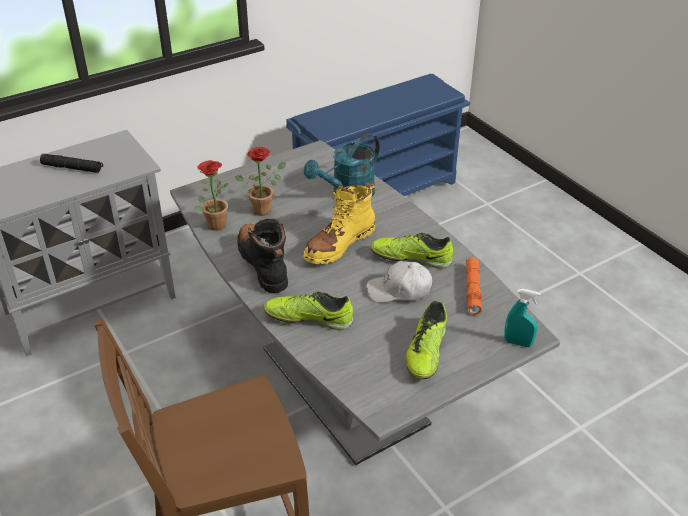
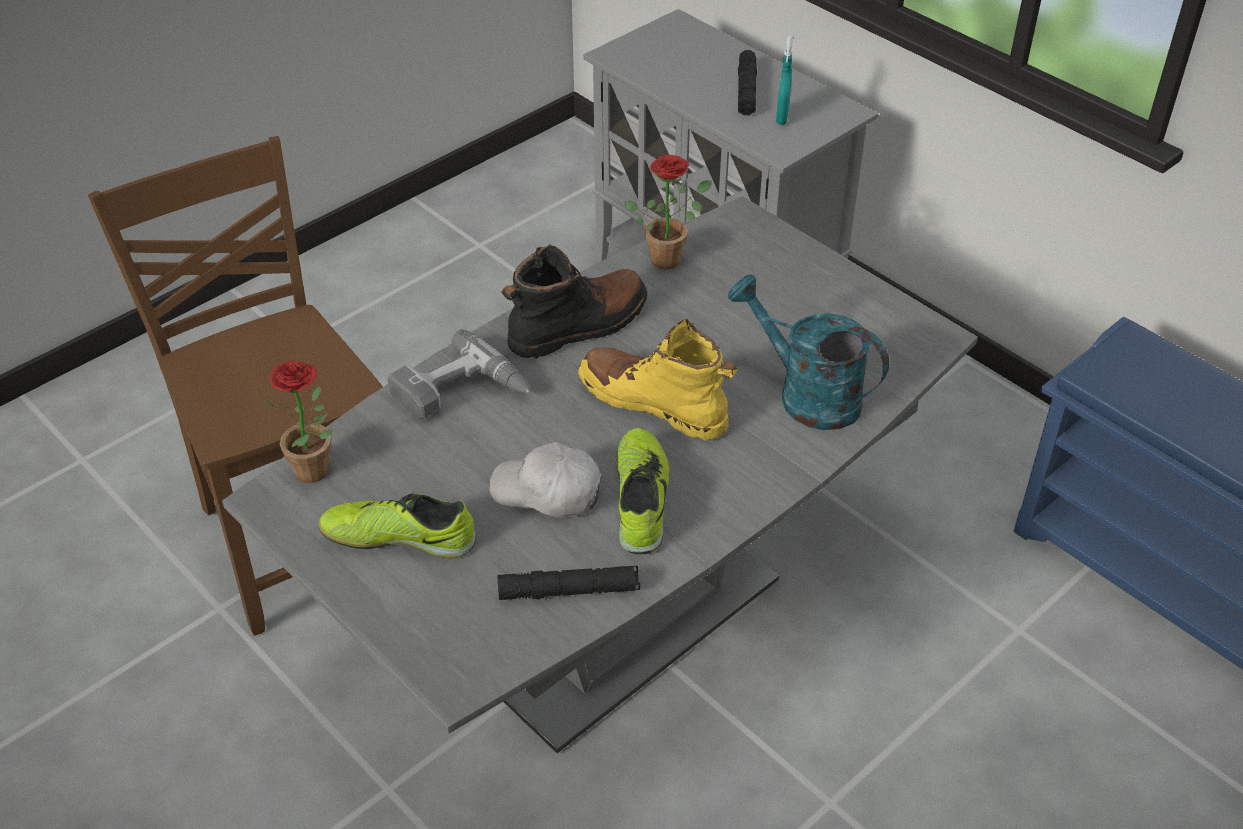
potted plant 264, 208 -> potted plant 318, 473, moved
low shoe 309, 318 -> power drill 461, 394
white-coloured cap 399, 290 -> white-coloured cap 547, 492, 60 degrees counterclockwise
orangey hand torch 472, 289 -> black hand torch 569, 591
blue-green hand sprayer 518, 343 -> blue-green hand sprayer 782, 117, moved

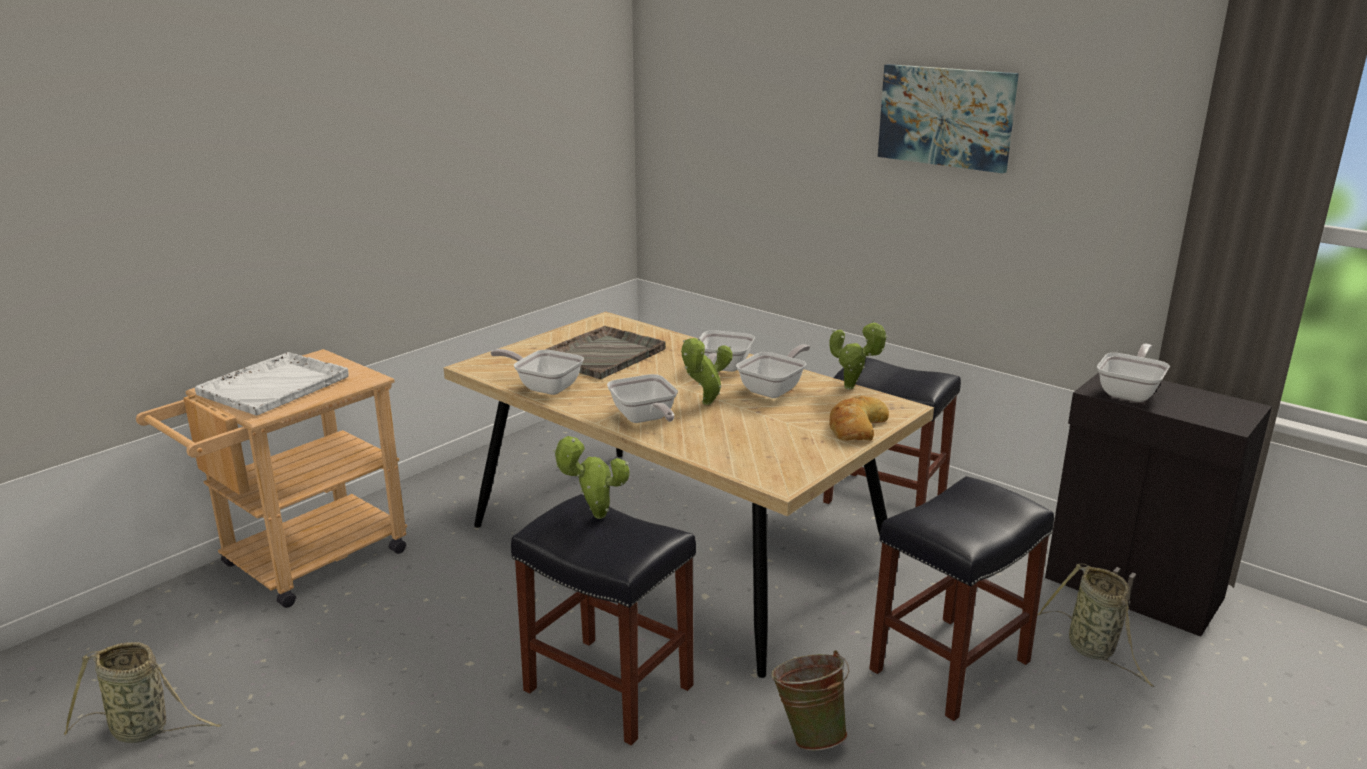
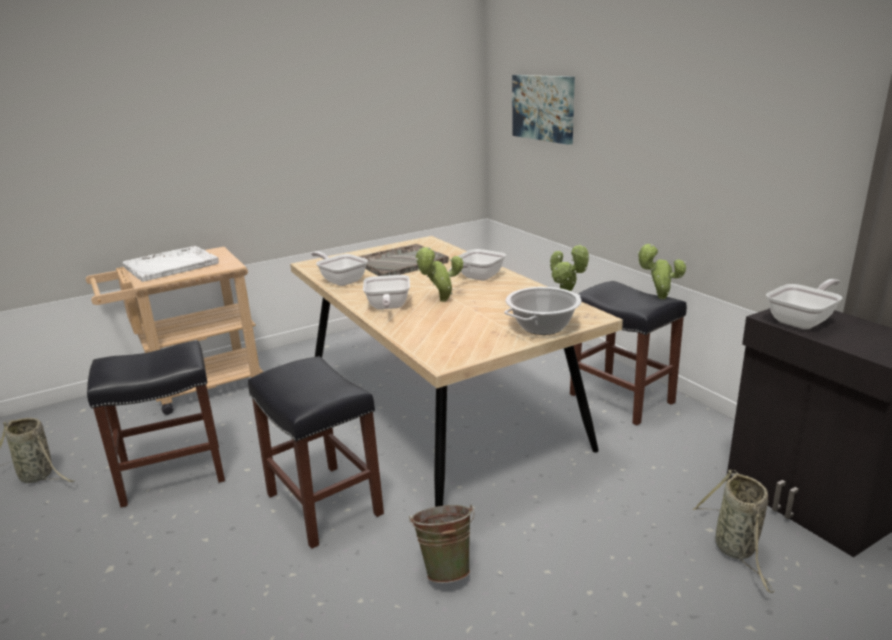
black sitting stool 949, 667 -> black sitting stool 171, 475, moved
baked bread 855, 426 -> saucepot 542, 327
wall art 946, 116 -> wall art 543, 108, moved
potted plant 595, 516 -> potted plant 659, 298, moved
skillet 775, 389 -> none

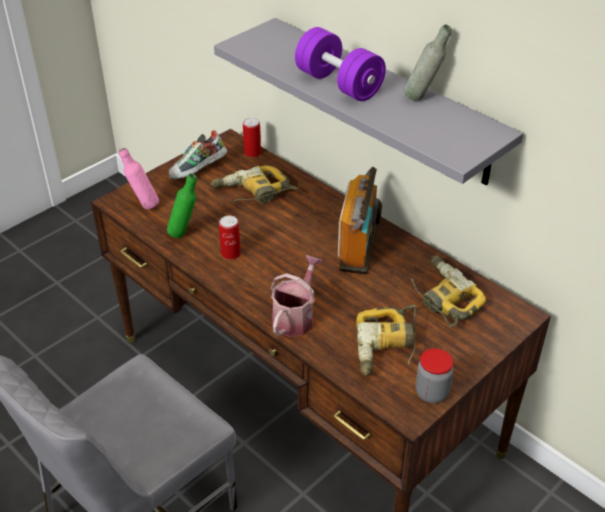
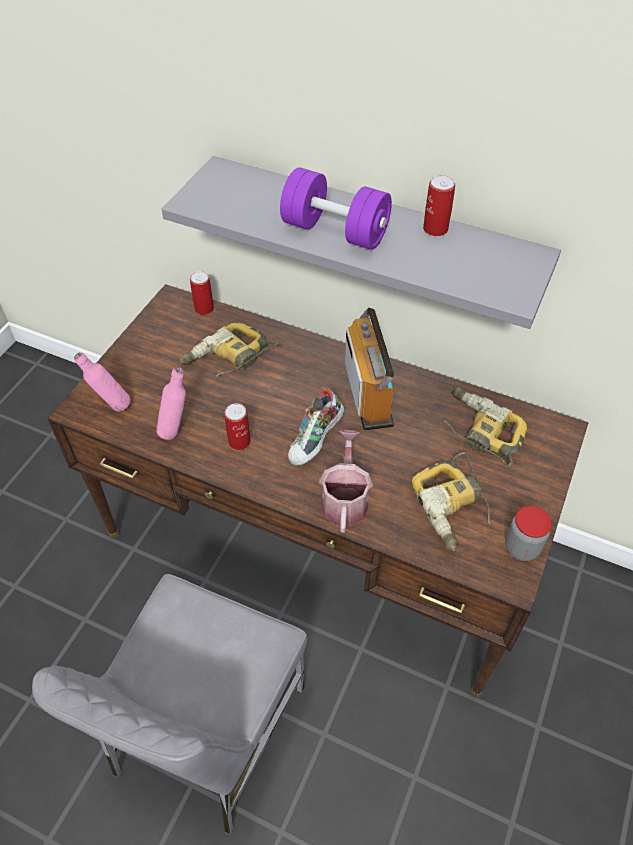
greenish drink bottle 184, 233 -> pink-coloured drink bottle 176, 430
low shoe 198, 171 -> low shoe 316, 441, moved
grey drink bottle 423, 98 -> metal can 435, 229

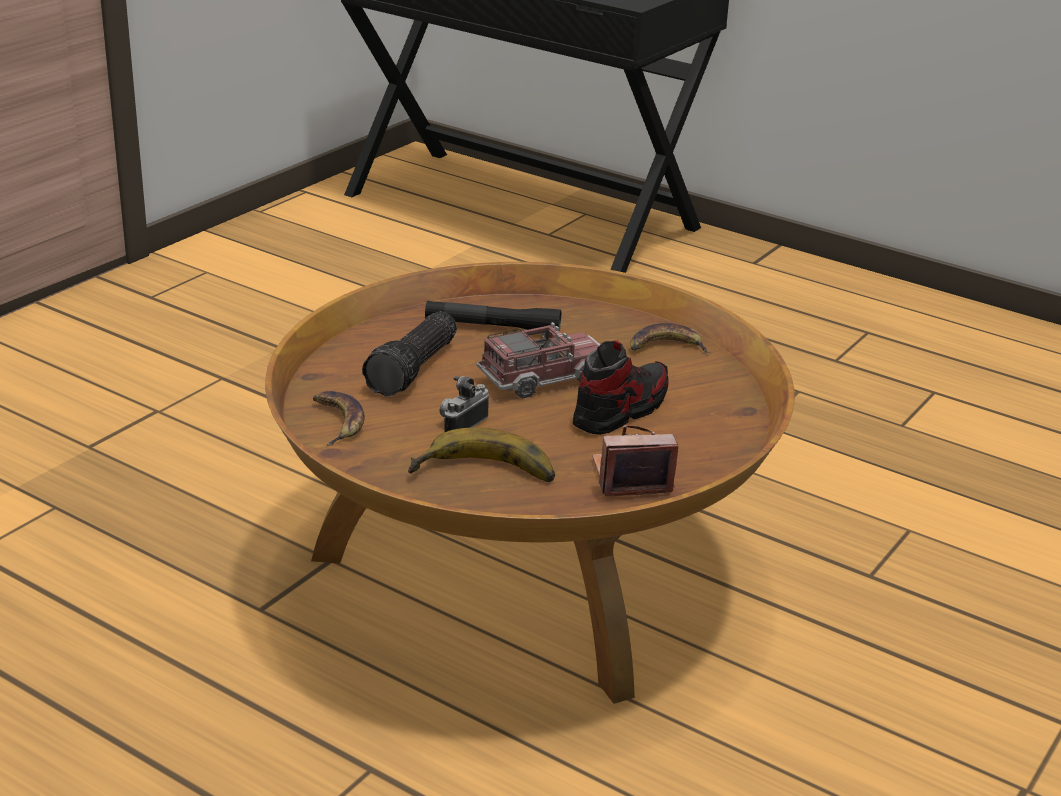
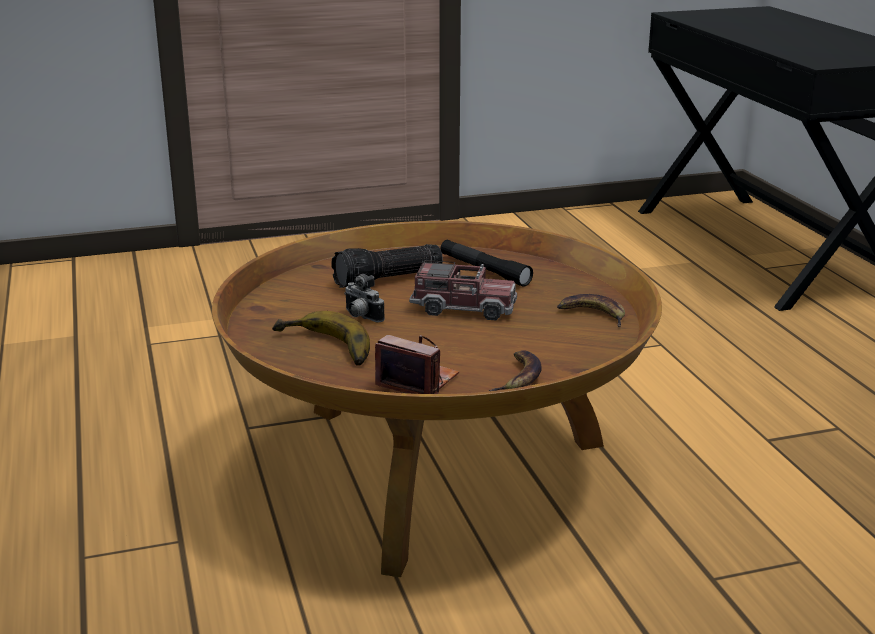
still camera 461, 425 -> still camera 361, 317, 120 degrees counterclockwise
banana fruit 337, 421 -> banana fruit 518, 377, moved
low shoe 620, 410 -> none

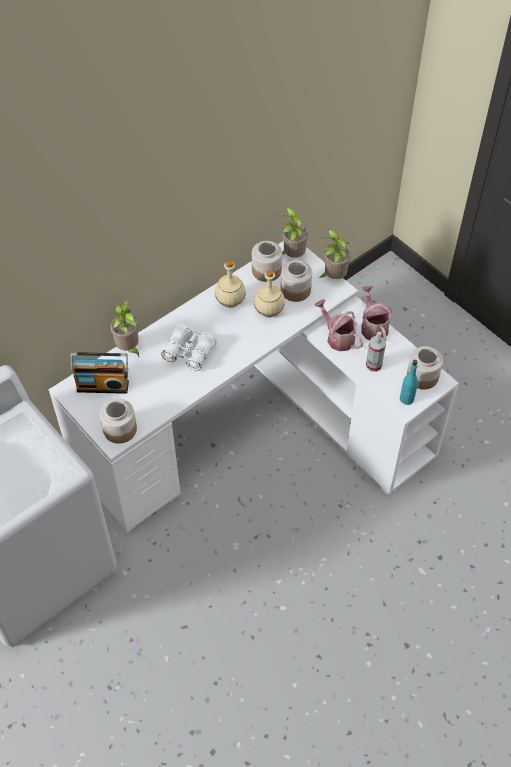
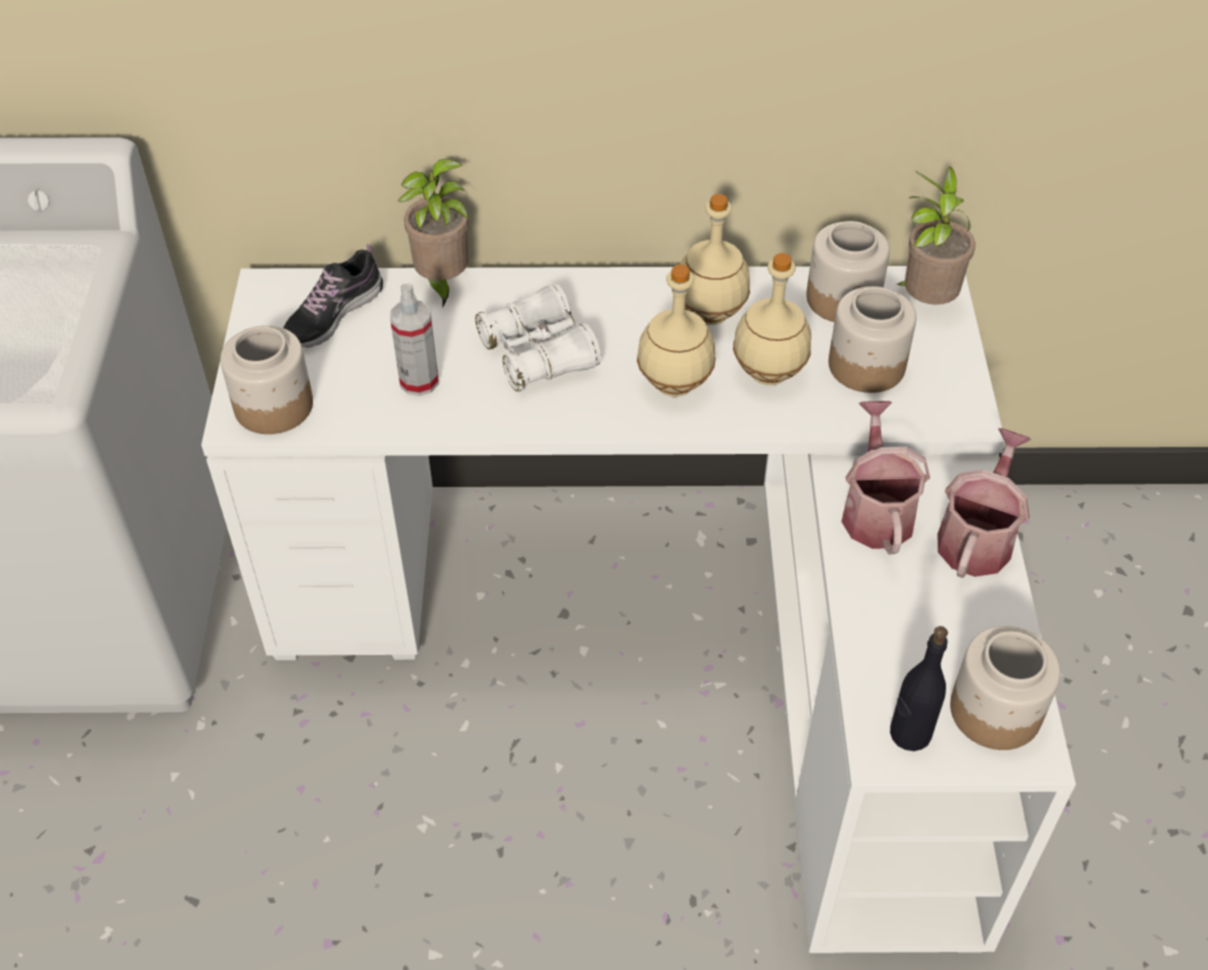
radio receiver 103, 384 -> low shoe 333, 315
hand sprayer 373, 365 -> hand sprayer 419, 381, moved
none -> beige-coloured drink bottle 674, 384
blue-green drink bottle 406, 399 -> black drink bottle 909, 733
potted plant 333, 277 -> none

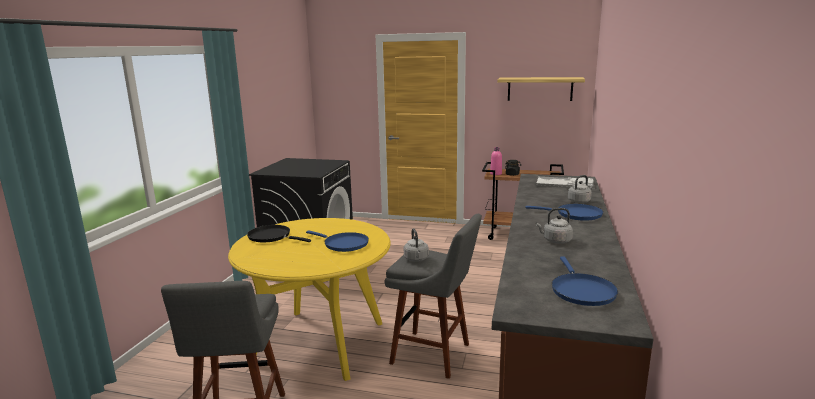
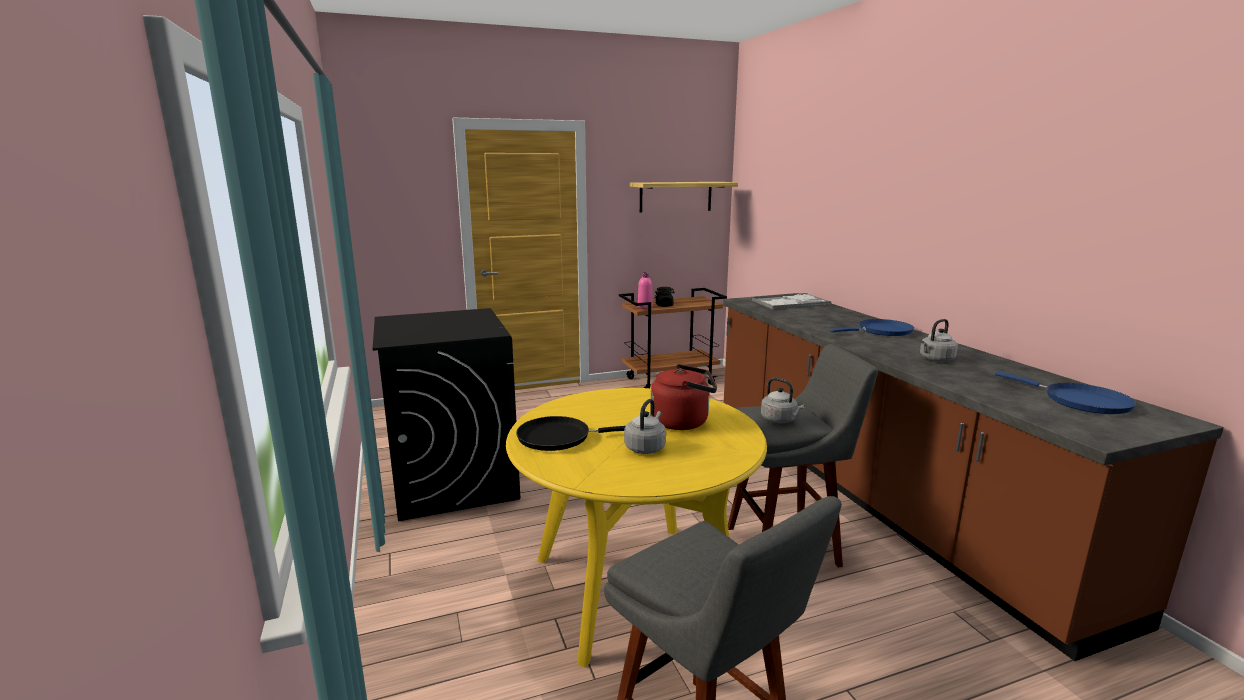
grey tea kettle 580, 201 -> grey tea kettle 646, 447, moved
bluish skillet 343, 244 -> reddish tea kettle 683, 422

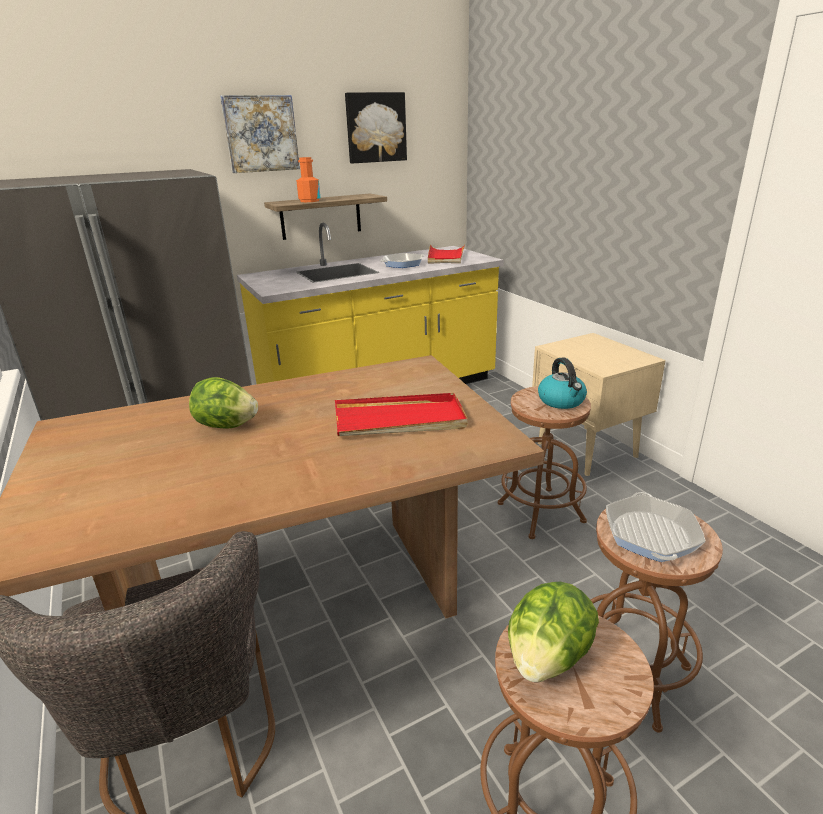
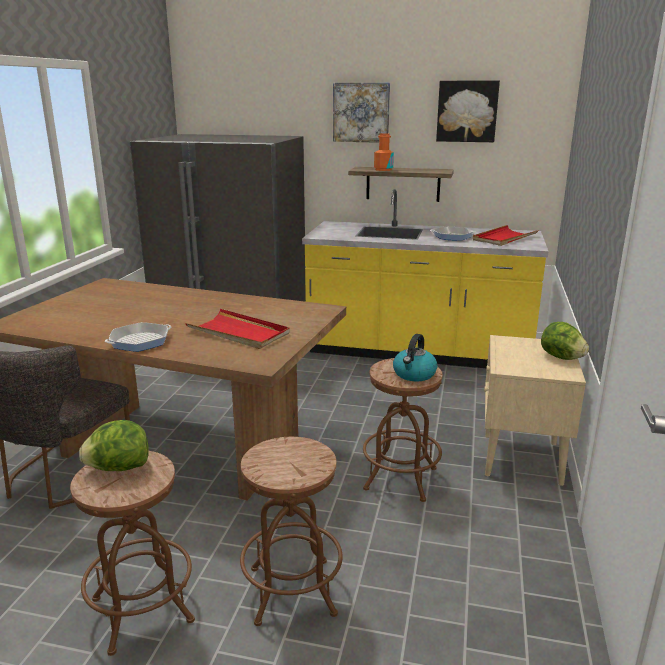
skillet 651, 534 -> skillet 140, 341, moved
head of lettuce 226, 426 -> head of lettuce 561, 357, moved

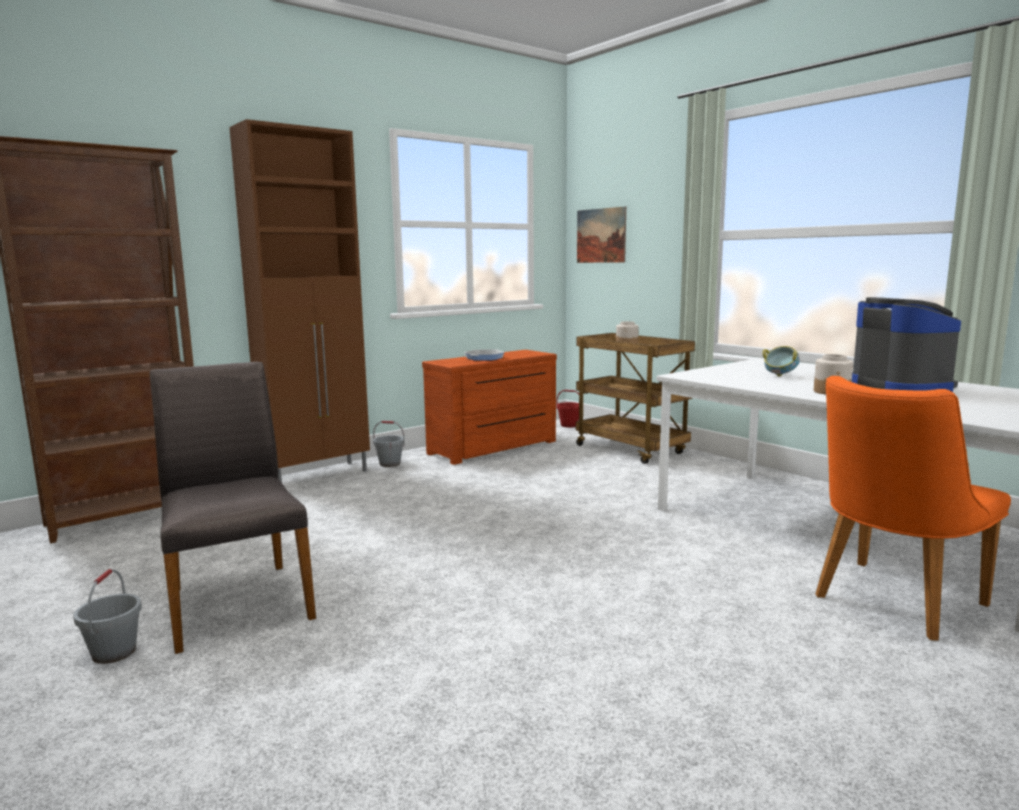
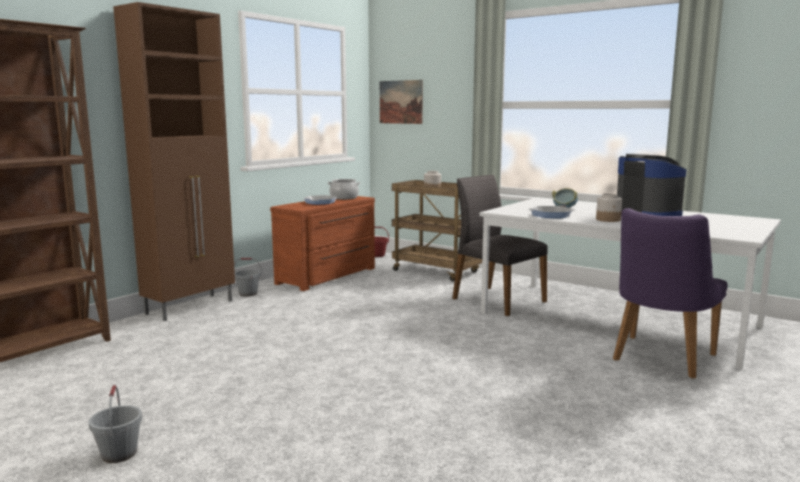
none -> saucepot 344, 198
grey chair 237, 602 -> grey chair 497, 300, moved
none -> skillet 551, 215
orangey chair 889, 603 -> purple chair 659, 359

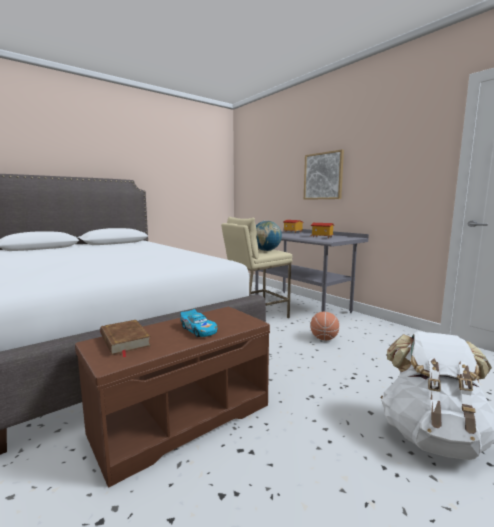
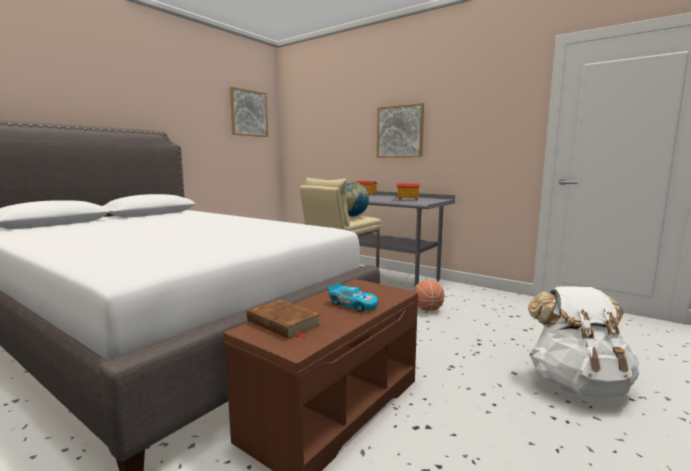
none -> wall art 248, 113

